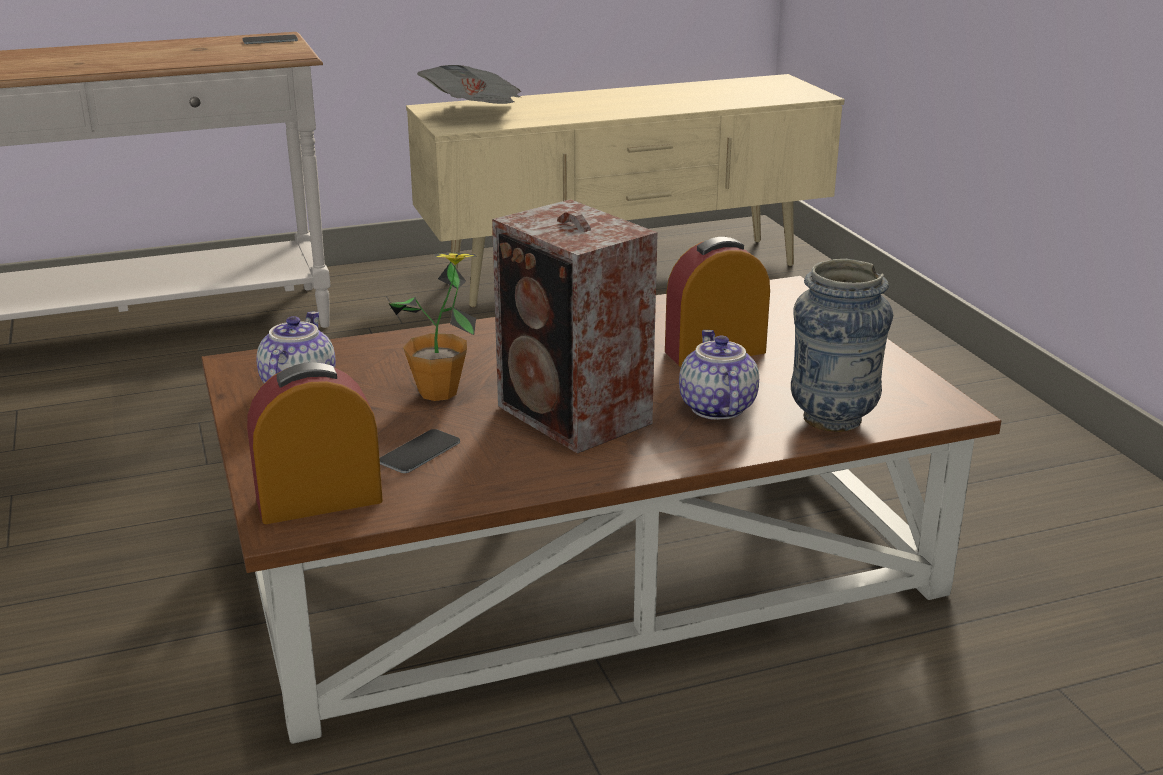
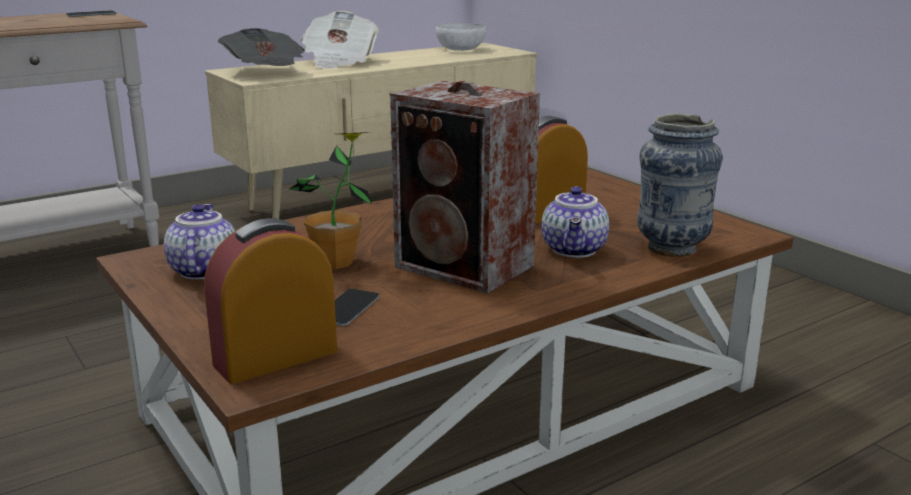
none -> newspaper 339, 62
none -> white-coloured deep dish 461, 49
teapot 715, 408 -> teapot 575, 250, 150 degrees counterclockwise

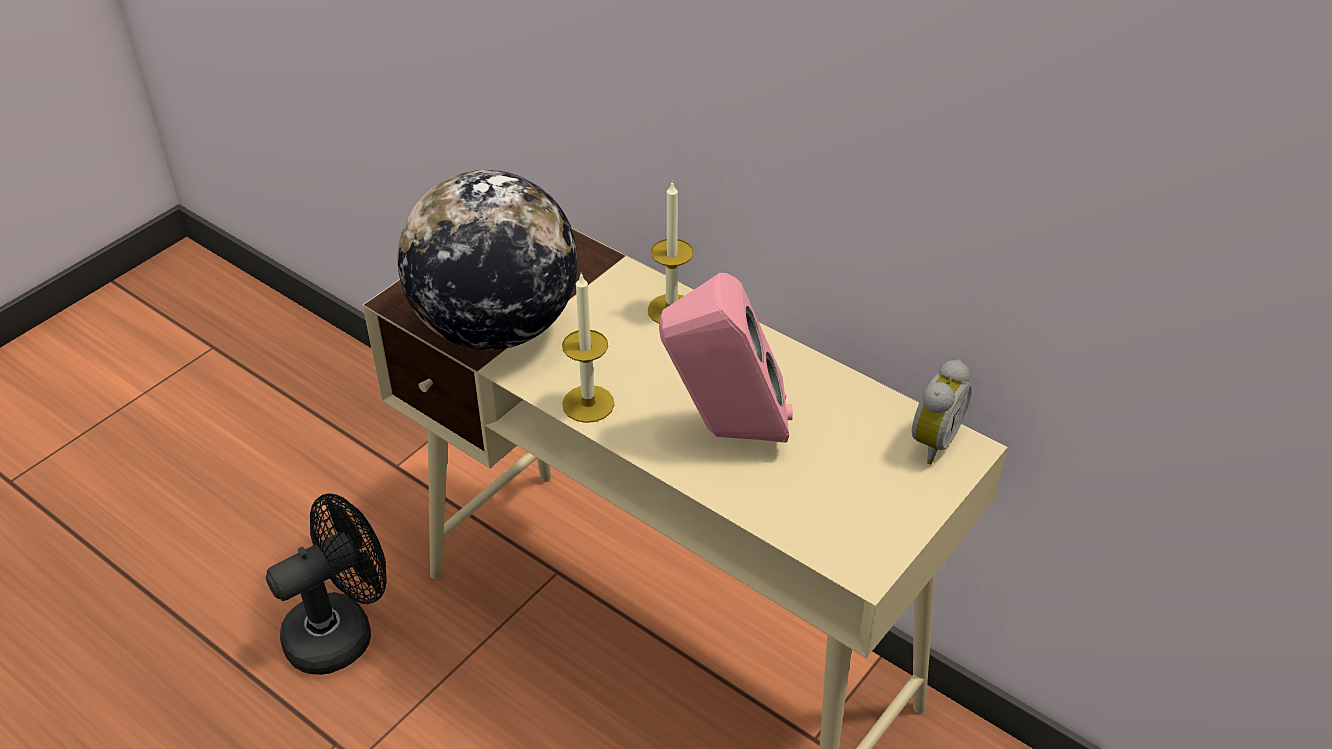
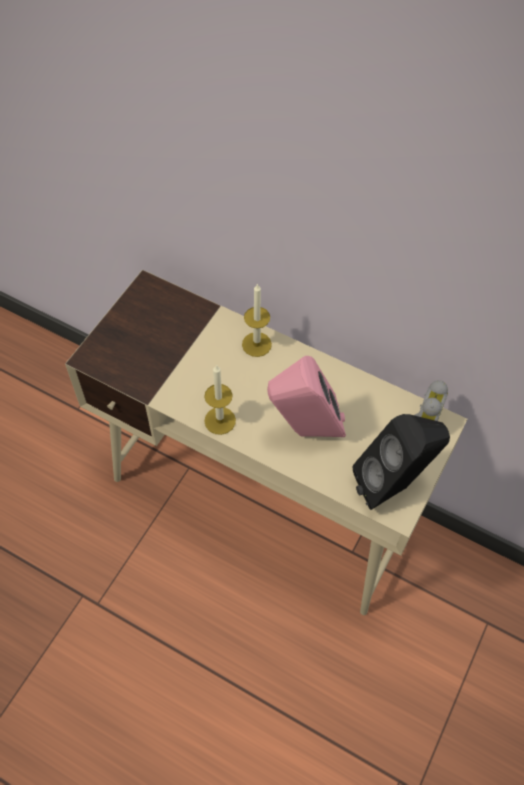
none -> black speaker 393, 485
black electric fan 341, 631 -> none
world globe 495, 327 -> none

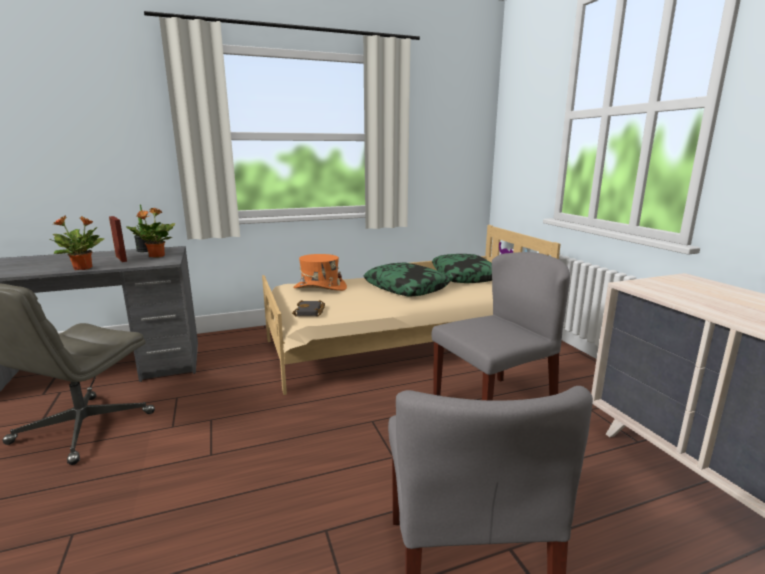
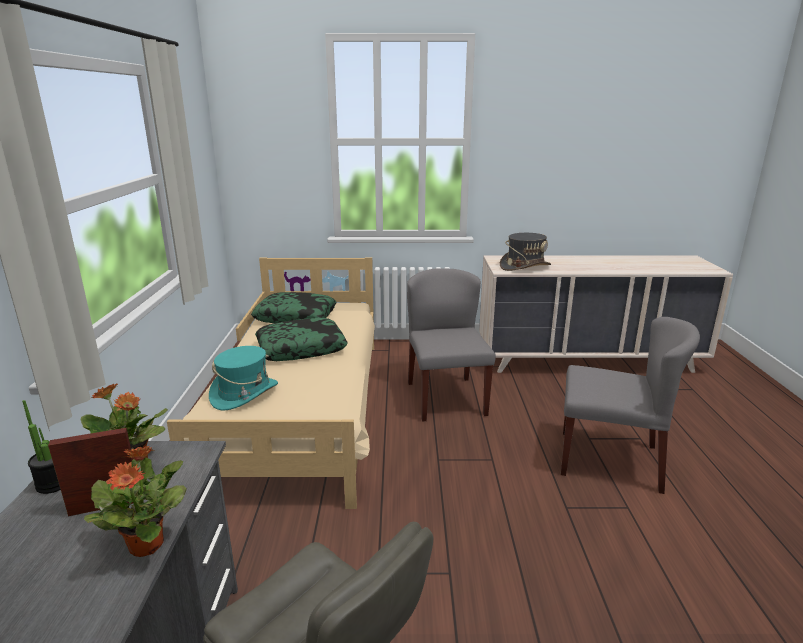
orangey hat 320, 288 -> blue-green hat 244, 394
none -> grey hat 524, 266
black volume 310, 312 -> none

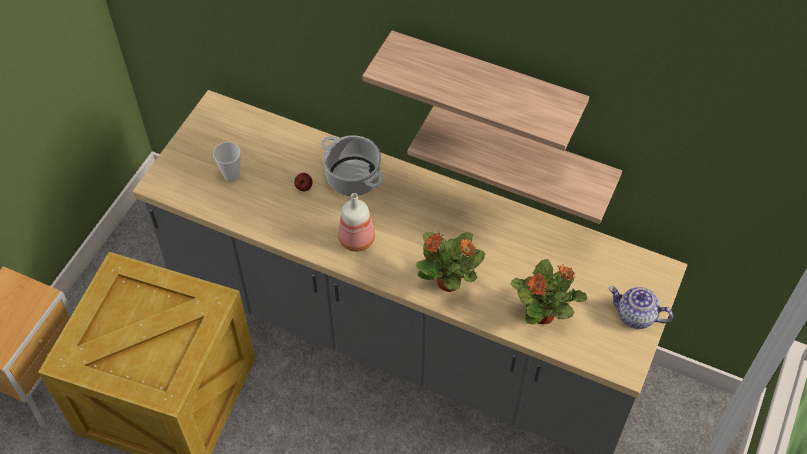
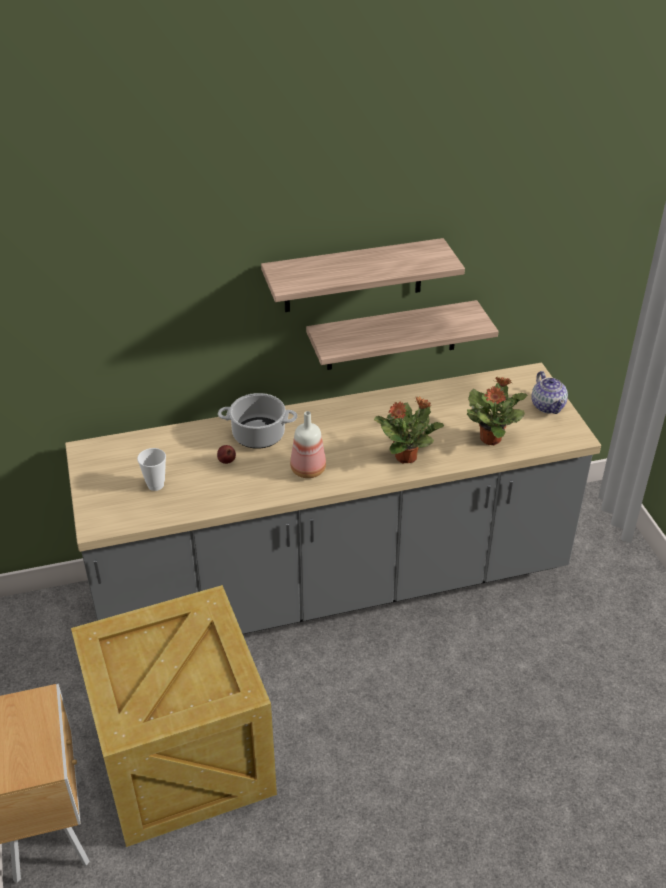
teapot 636, 316 -> teapot 548, 406, 90 degrees counterclockwise

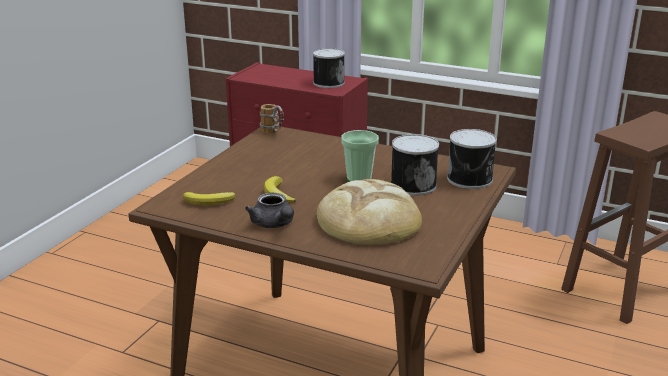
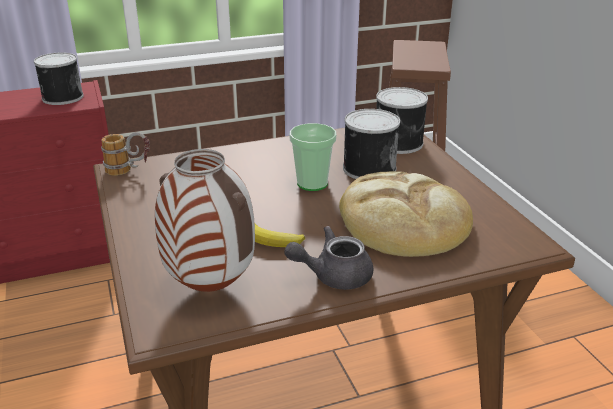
banana fruit 210, 201 -> decorative vase 212, 287
grey teapot 274, 224 -> grey teapot 333, 275, 150 degrees clockwise

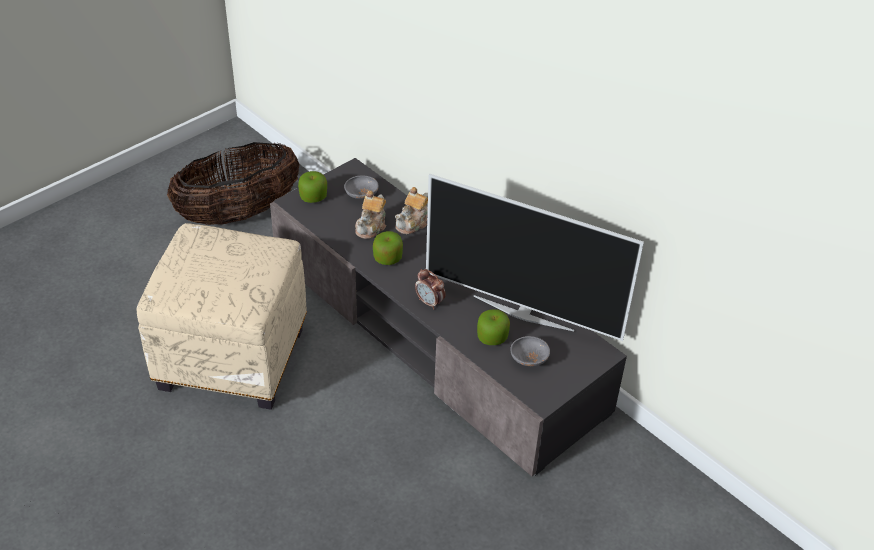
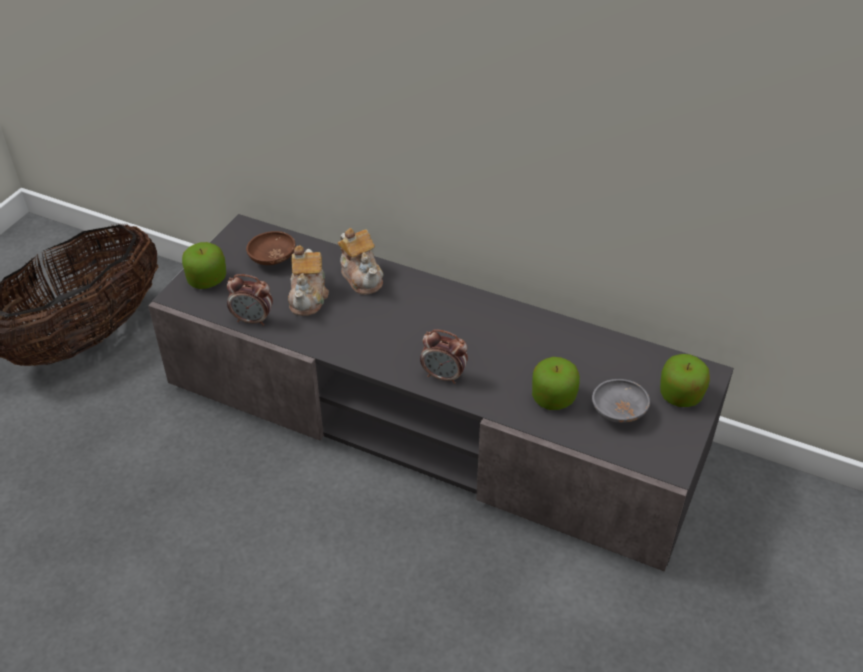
none -> table clock 253, 320
grey deep dish 361, 195 -> brown-coloured deep dish 272, 259
teapot 413, 223 -> teapot 362, 276, 45 degrees counterclockwise
apple 388, 258 -> apple 680, 395, moved
beige-coloured footrest 234, 358 -> none
television 523, 312 -> none

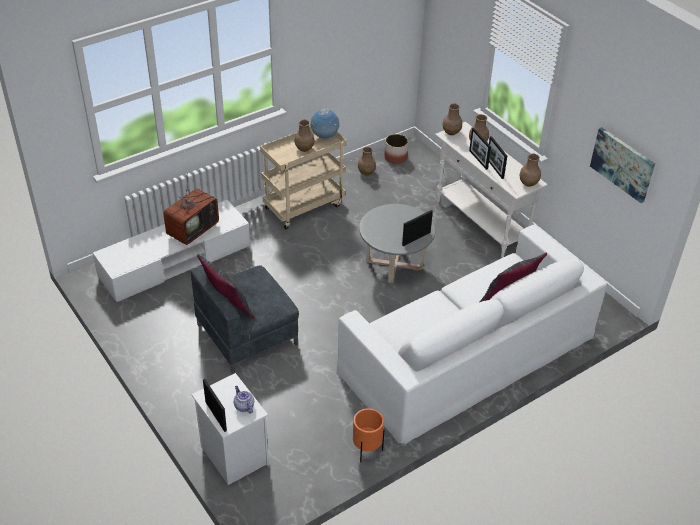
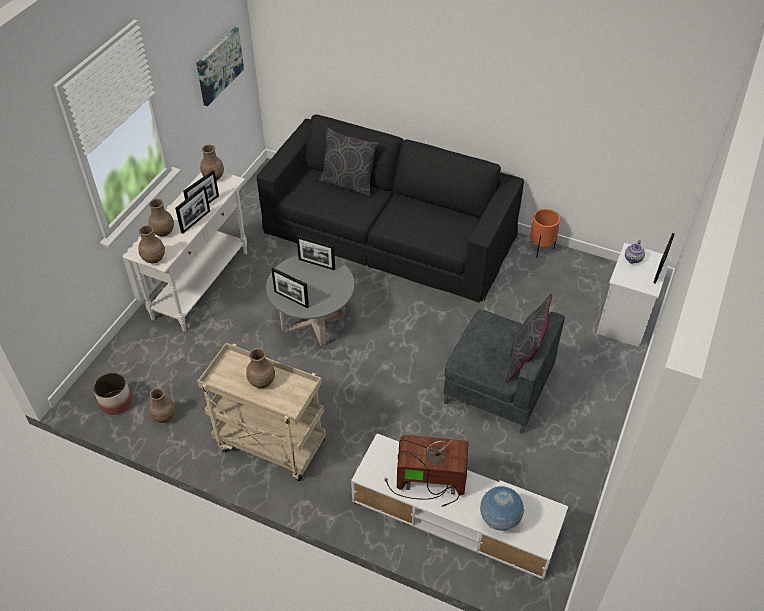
white-coloured settee 467, 353 -> black settee 389, 232
none -> photo frame 291, 299
world globe 324, 137 -> world globe 499, 520, moved

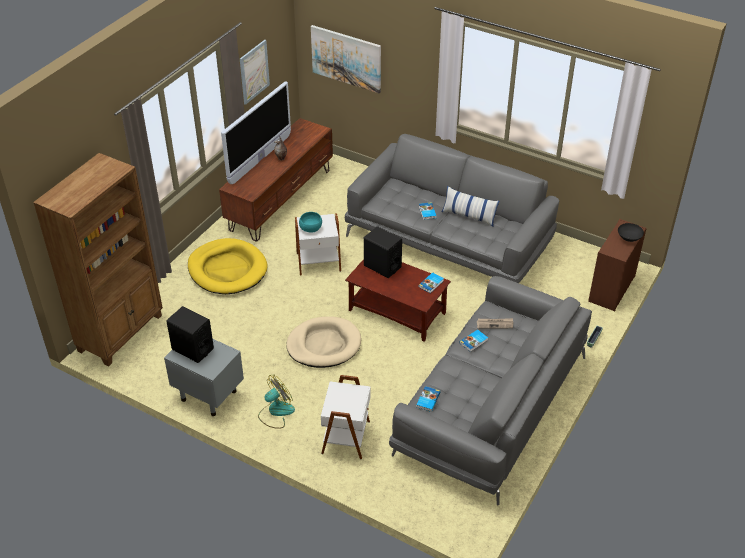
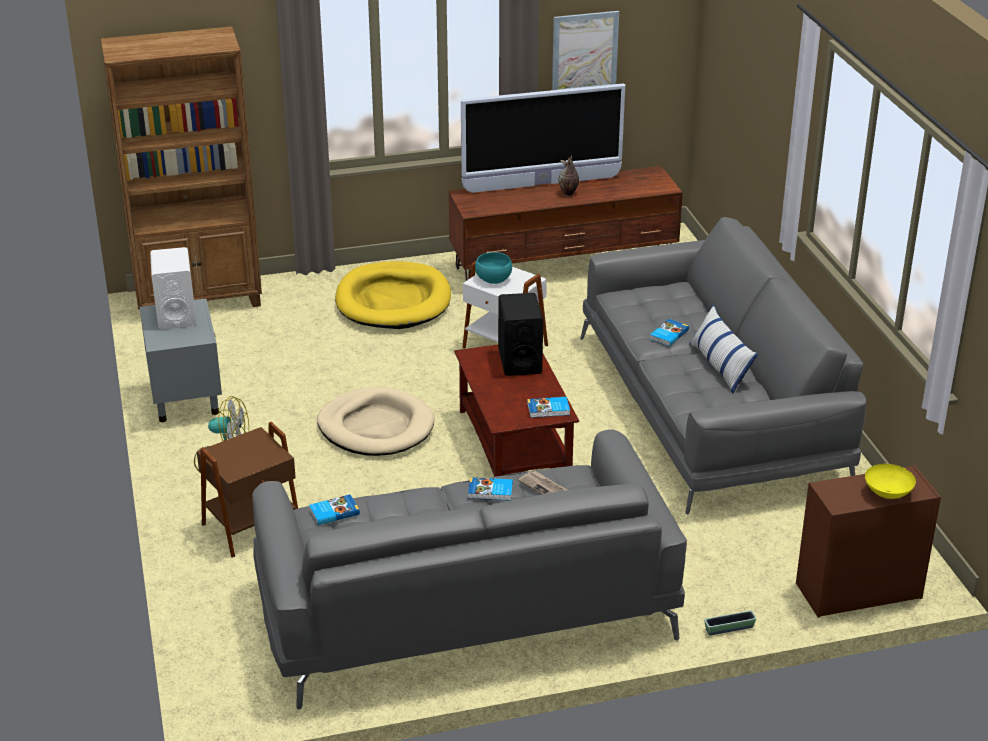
black speaker 192, 349 -> white-coloured speaker 176, 315
white-coloured accent table 347, 437 -> brown-coloured accent table 253, 527
black deep dish 629, 238 -> yellow deep dish 888, 493
wall art 346, 58 -> none

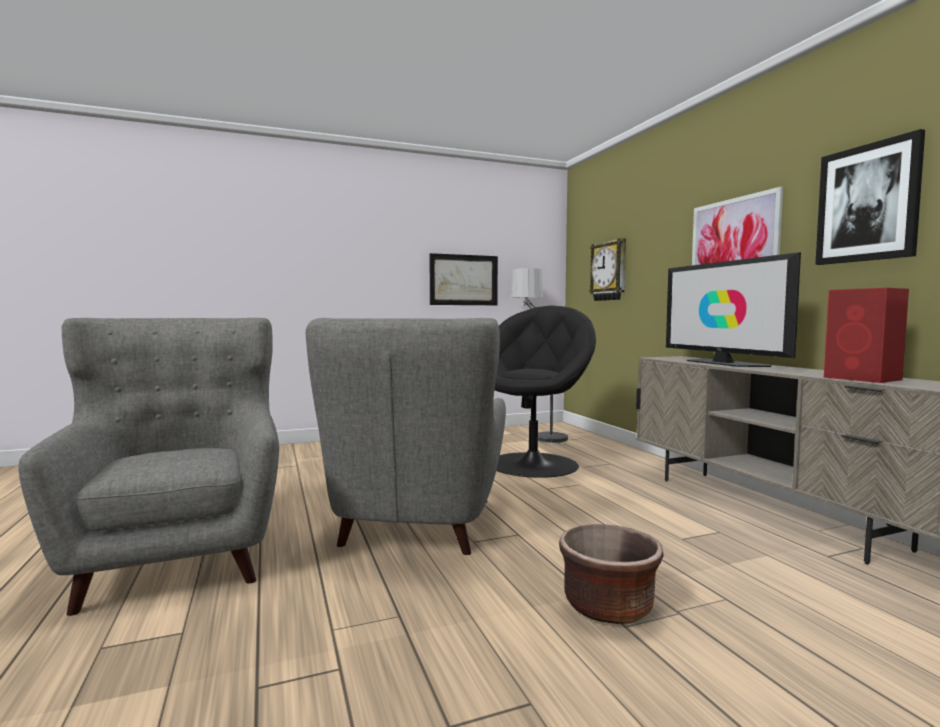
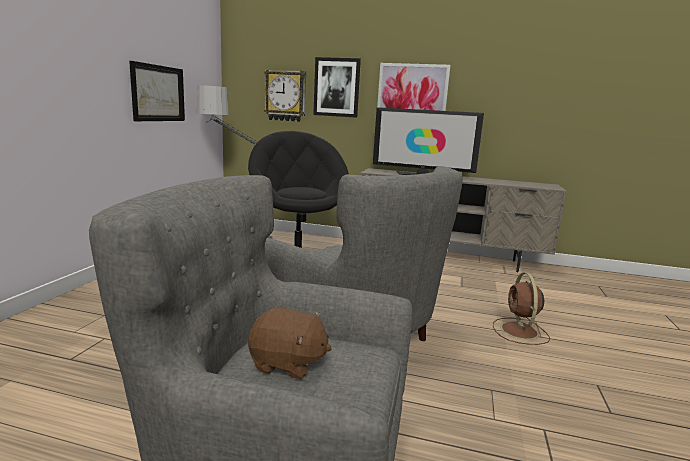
none -> brown-coloured plush toy 287, 364
wall art 867, 203 -> wall art 336, 87, moved
brown-coloured plant pot 608, 606 -> brown-coloured electric fan 520, 332
reddish speaker 864, 379 -> none

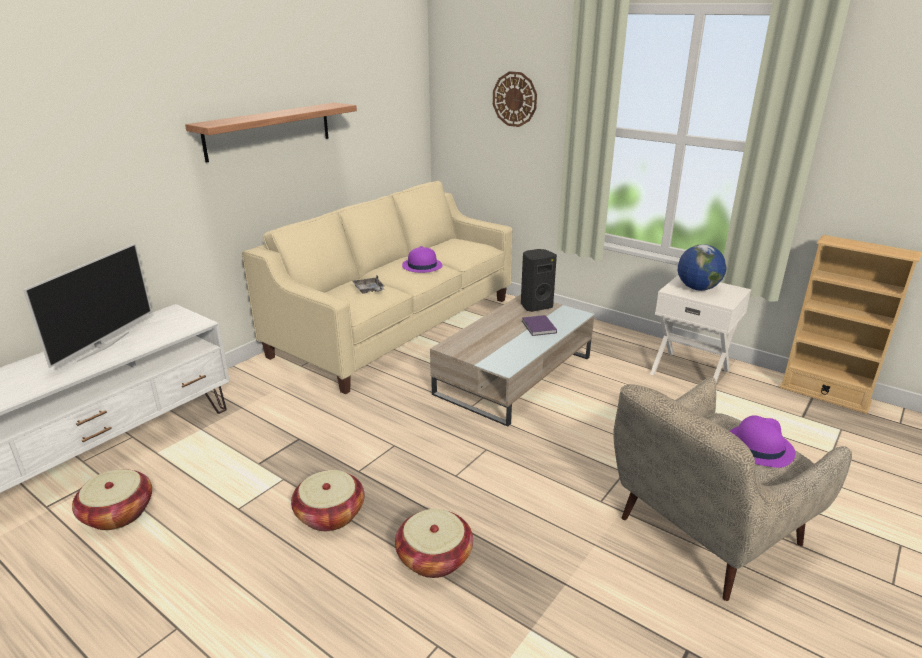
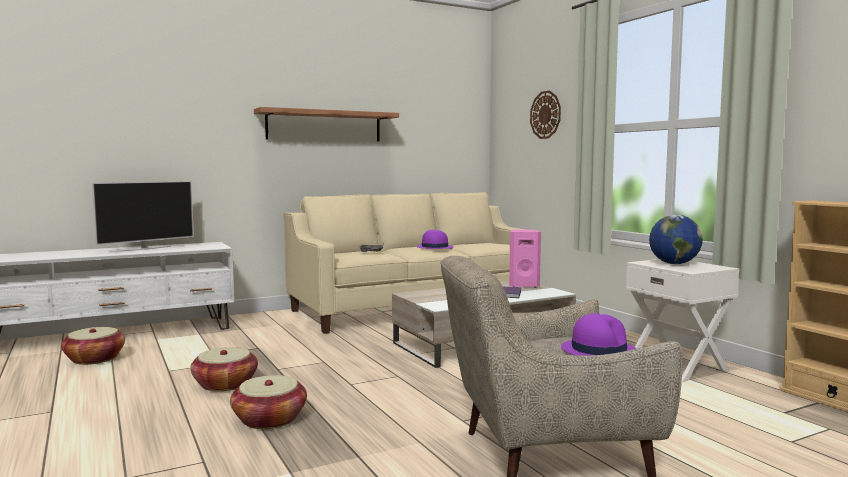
black speaker 535, 306 -> pink-coloured speaker 523, 285

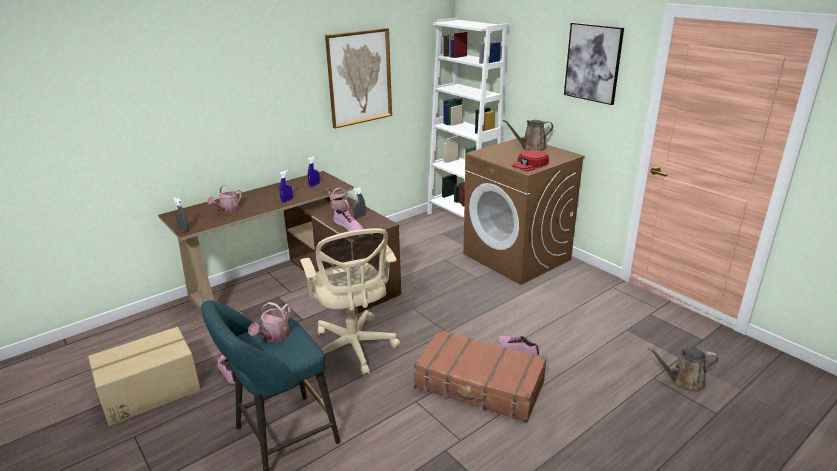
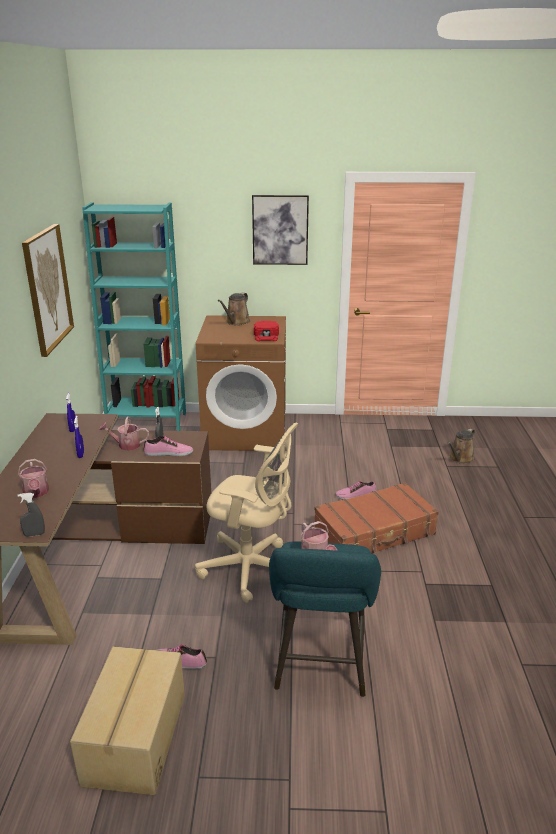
white-coloured bookcase 462, 218 -> blue-green bookcase 147, 421

